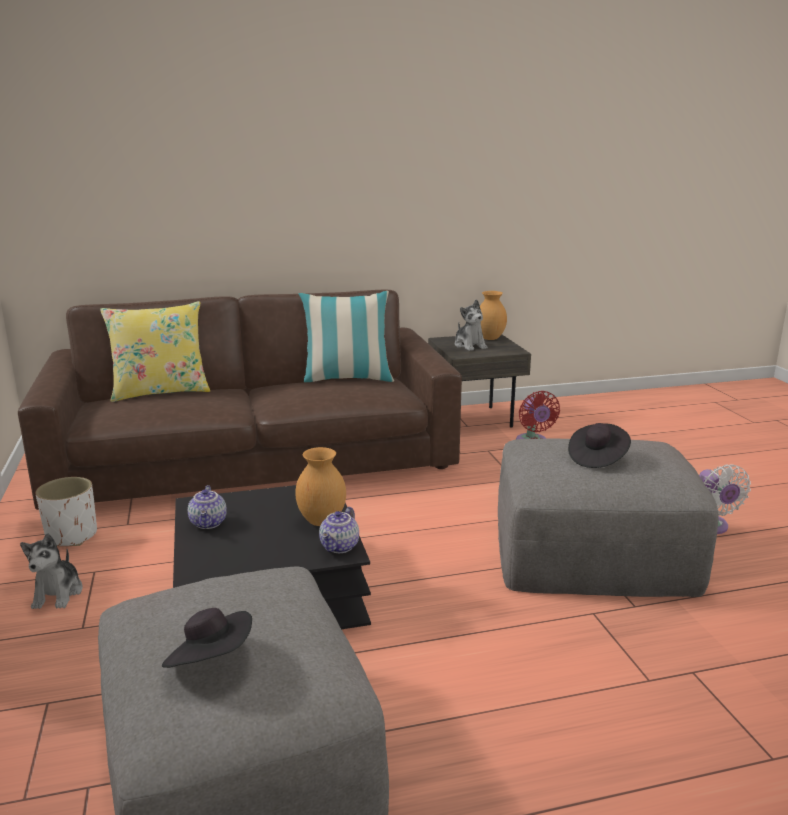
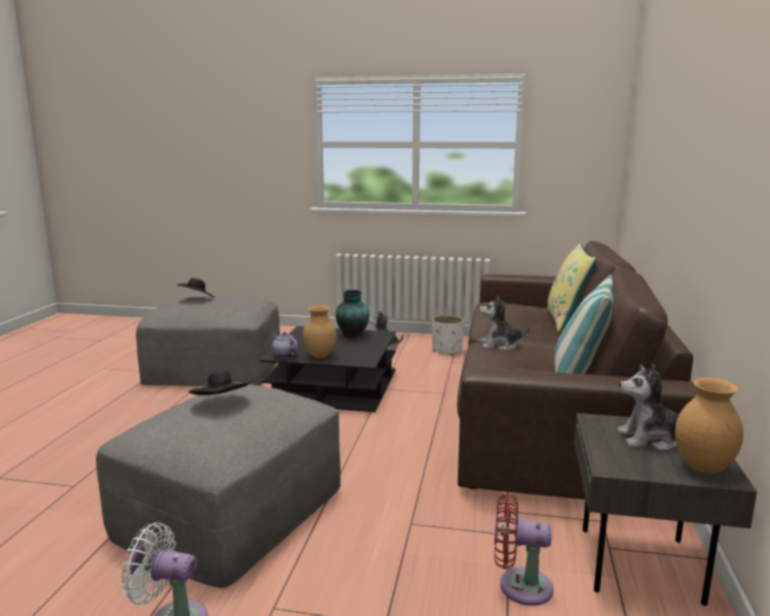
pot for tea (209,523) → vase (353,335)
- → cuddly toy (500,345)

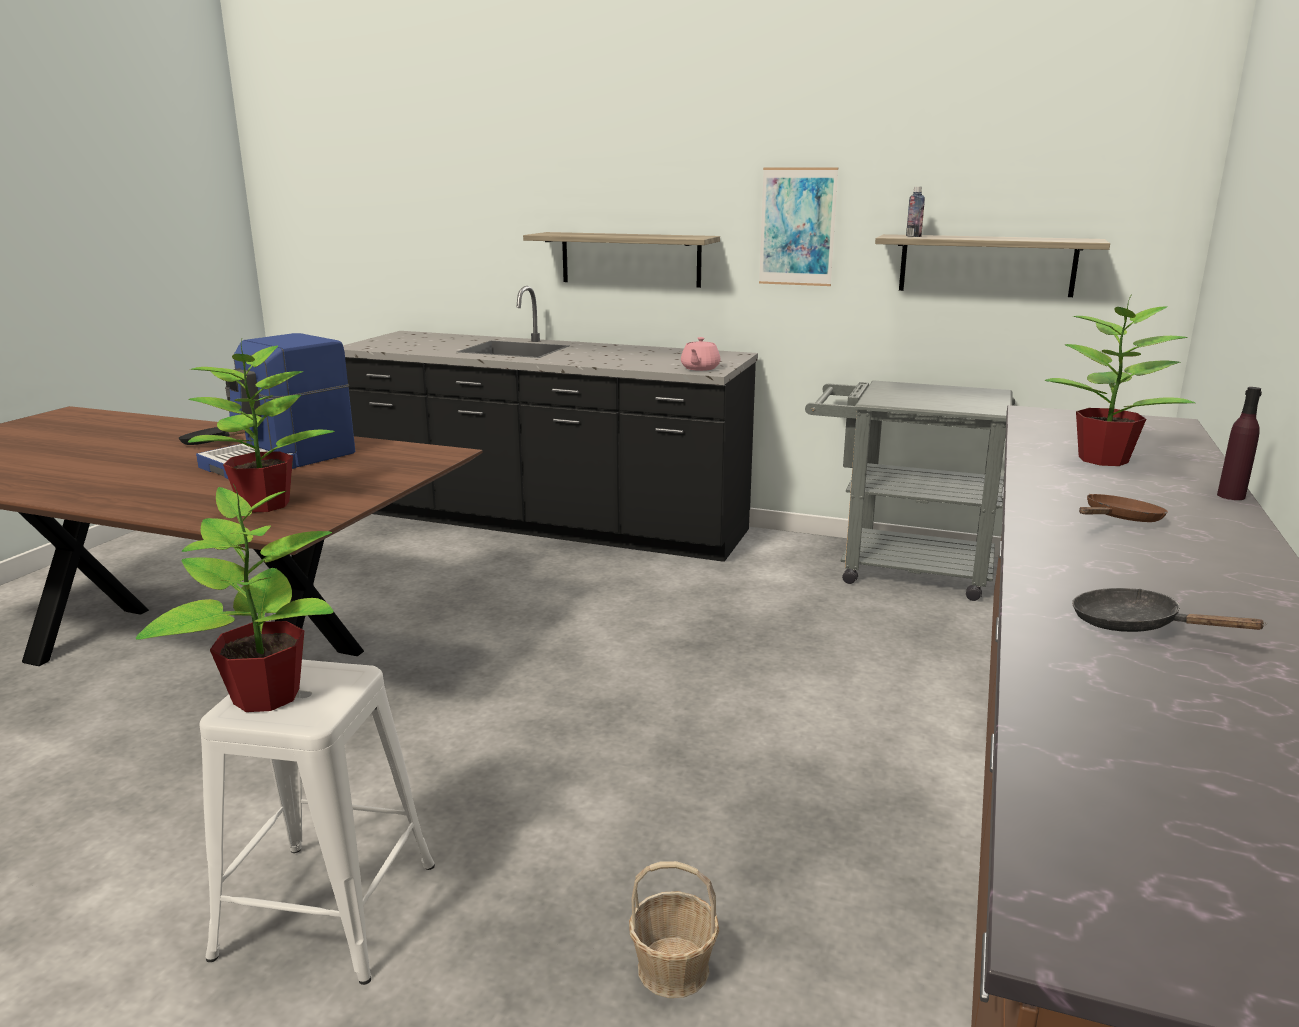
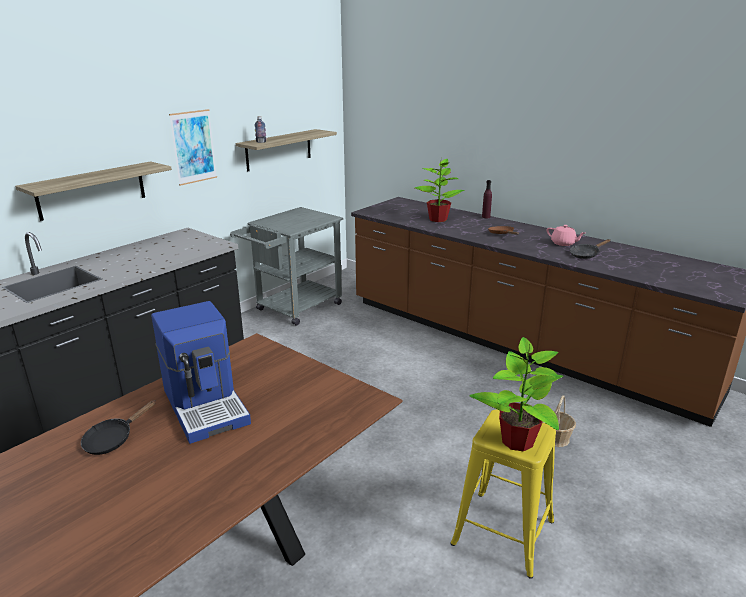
sitting stool (whitish) (327,909) → sitting stool (yellow) (503,532)
pot for tea (pink-coloured) (699,368) → pot for tea (pink-coloured) (563,243), move
houseplant (266,504) → -

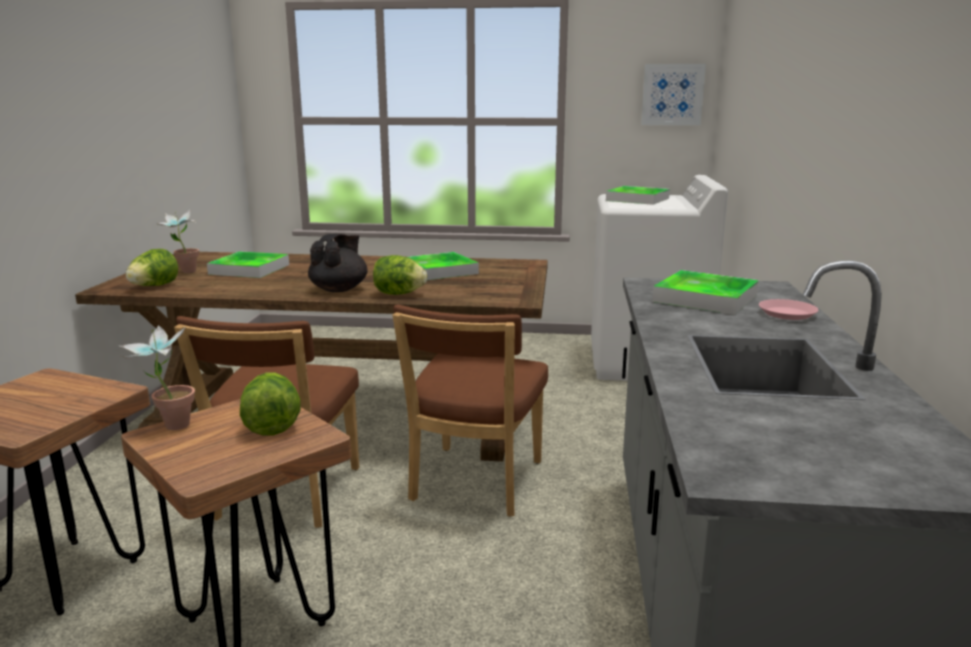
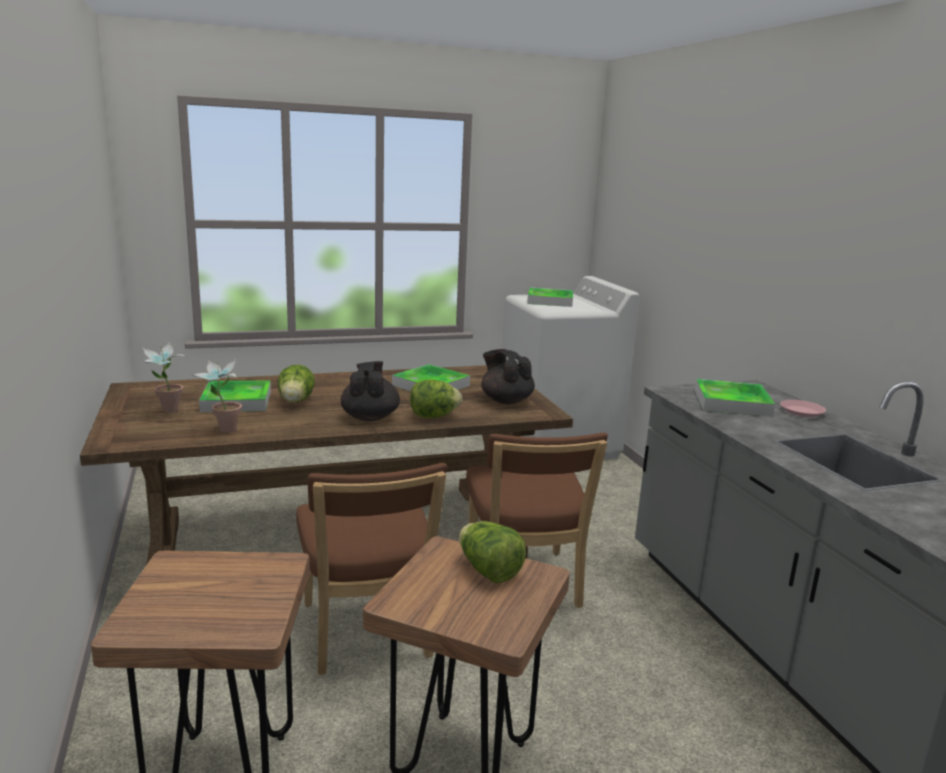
houseplant (168,426) → houseplant (222,431), move
lettuce (154,286) → lettuce (295,402), move
- → pot for tea (black-coloured) (506,401)
picture (672,94) → -

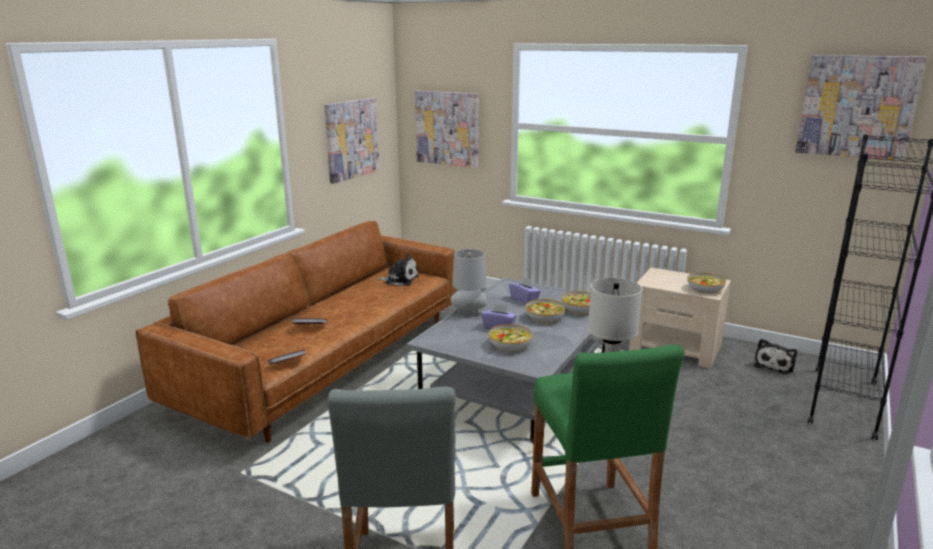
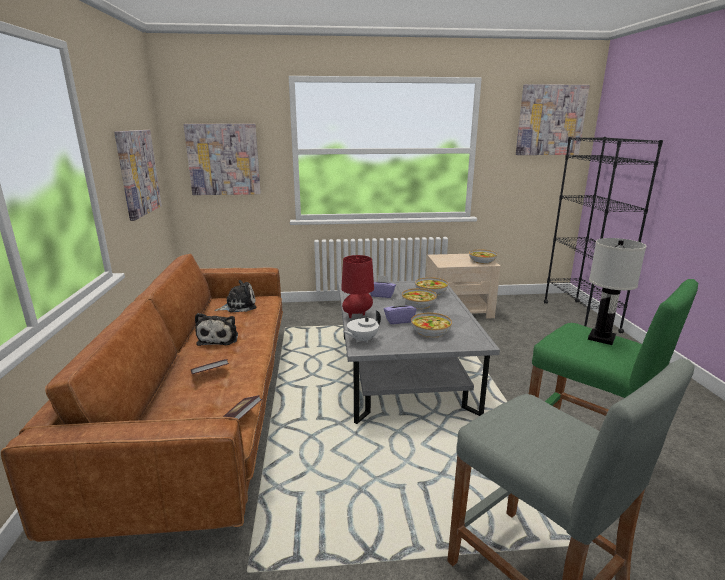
cuddly toy (774,365) → cuddly toy (219,338), move
table lamp (gray) (469,312) → table lamp (red) (357,315)
- → pot for tea (whitish) (362,340)

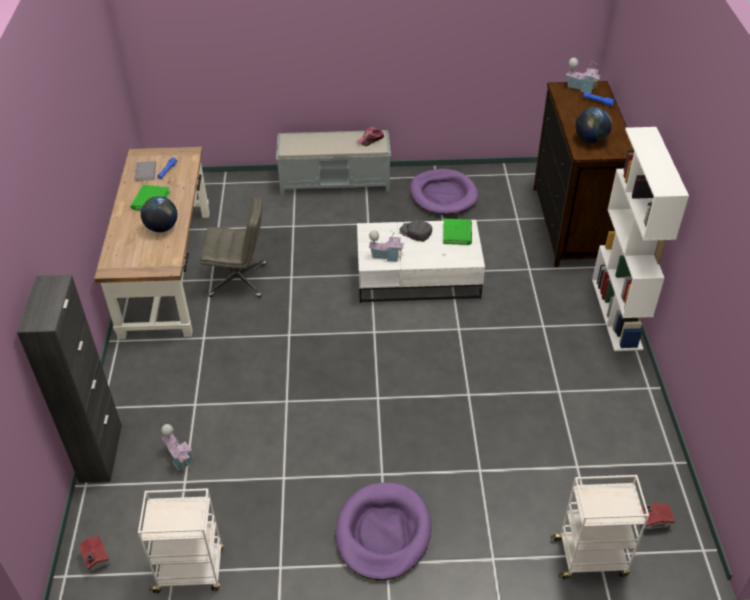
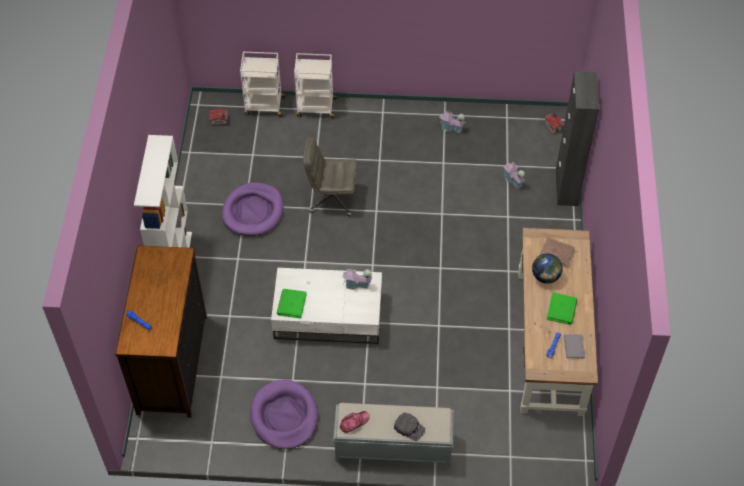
dog cushion (purple-coloured) (383,533) → dog cushion (purple-coloured) (253,211), move
trolley (whitish) (190,570) → trolley (whitish) (315,108), move
office chair (gray) (239,280) → office chair (gray) (332,198), move
baseball cap (black-coloured) (415,232) → baseball cap (black-coloured) (409,428), move
miniature house (581,87) → miniature house (451,127), move
- → volume (brownish) (556,253)
desk globe (591,139) → -

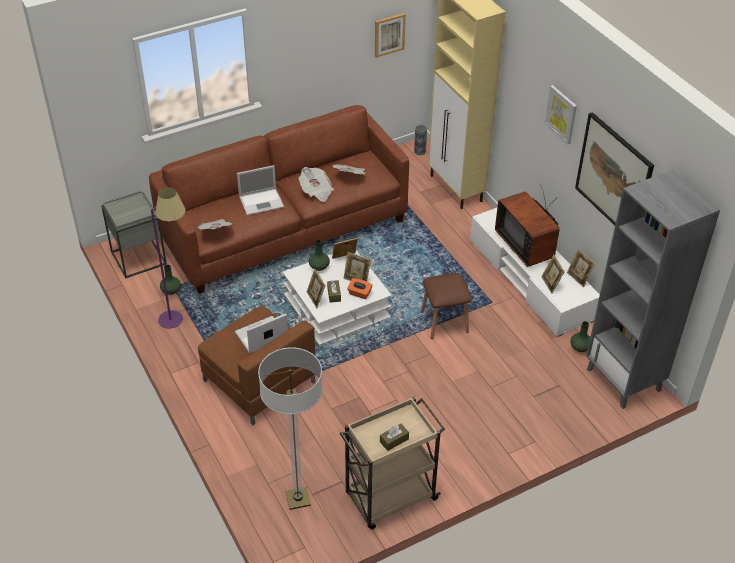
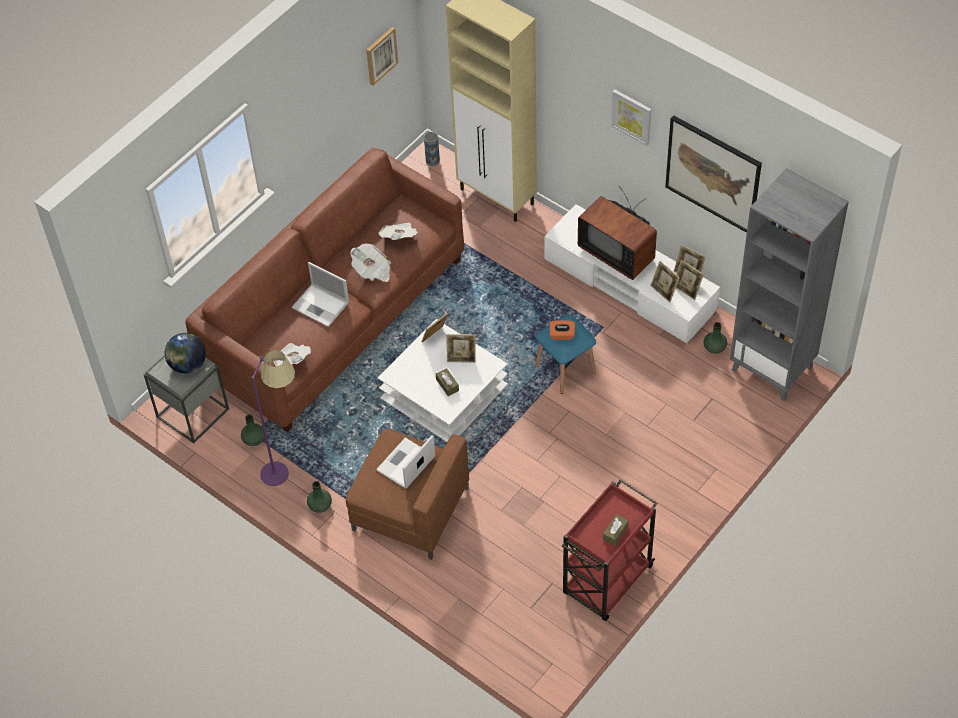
- → desk globe (188,365)
portable computer (262,201) → portable computer (321,305), 75 degrees clockwise
vase (green-coloured) (319,266) → vase (green-coloured) (320,505), move
sitting stool (brownish) (444,322) → sitting stool (bluish) (565,368)
box of tissues (orange) (359,293) → box of tissues (orange) (562,335), move
trolley (beige-coloured) (389,497) → trolley (red) (607,582)
photo frame (316,299) → photo frame (687,289), move
standing lamp (298,499) → -

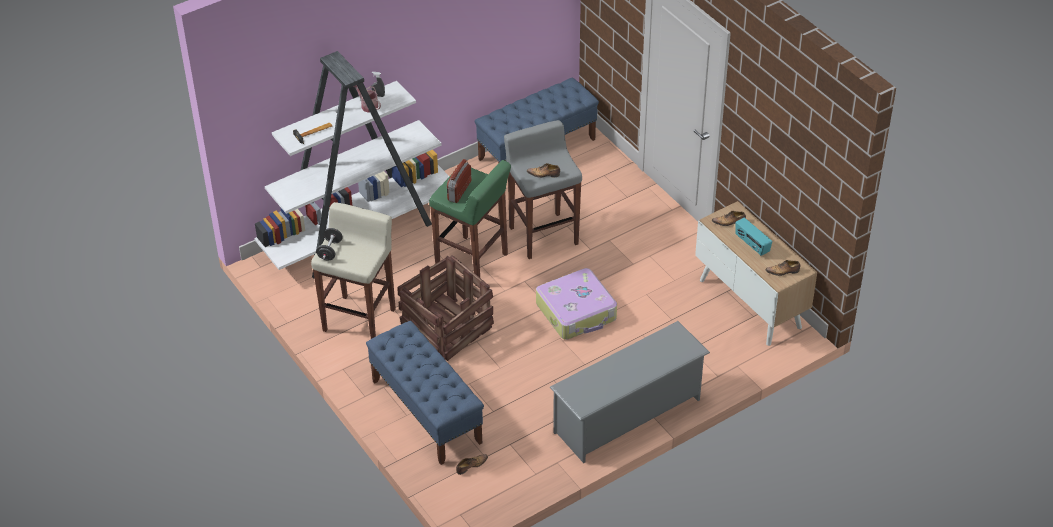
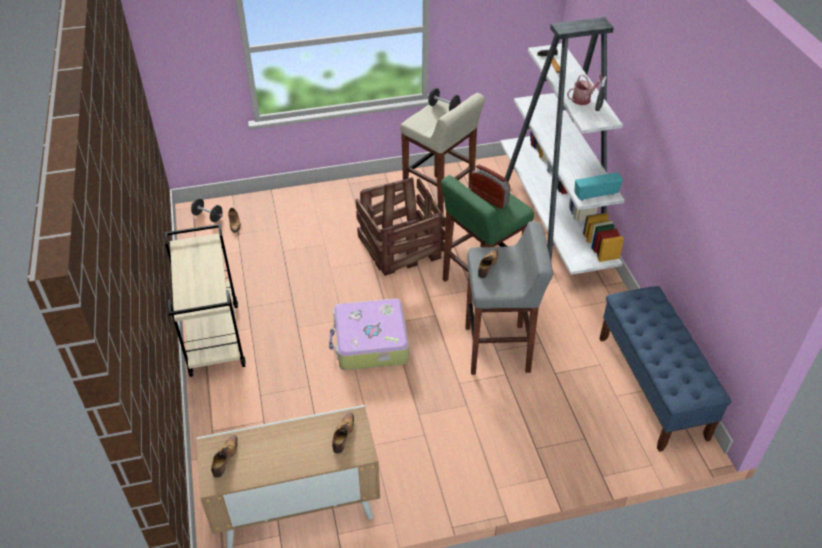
shoe shelf (gray) (628,416) → trolley (beige-coloured) (213,339)
- → hand weight (black-coloured) (208,216)
radio (752,245) → radio (595,195), move
long seat (bluish) (426,411) → -

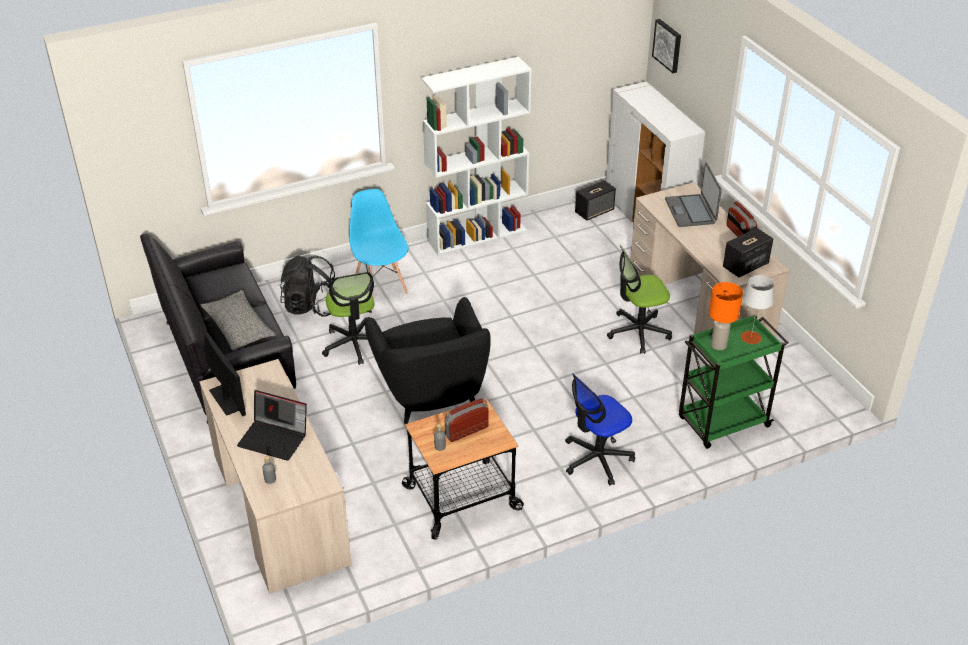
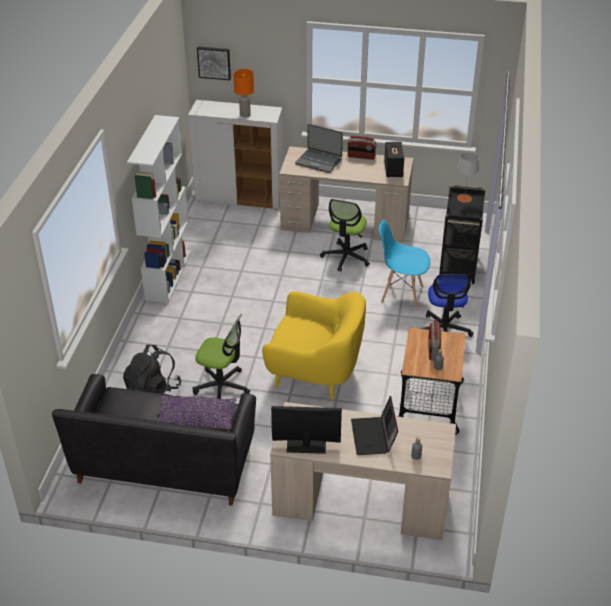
pillow (gray) (238,328) → pillow (purple-coloured) (196,419)
table lamp (orange) (718,345) → table lamp (orange) (244,115), move
armchair (black-coloured) (431,394) → armchair (yellow) (315,373)
portable computer (275,438) → portable computer (374,437), 120 degrees clockwise
upright chair (bluish) (381,285) → upright chair (bluish) (401,294), move
trolley (green-coloured) (722,423) → trolley (black-coloured) (458,267)
audio speaker (594,211) → -

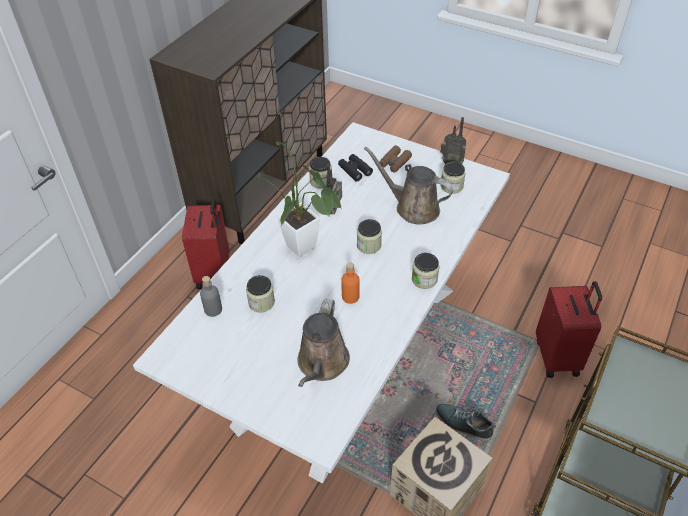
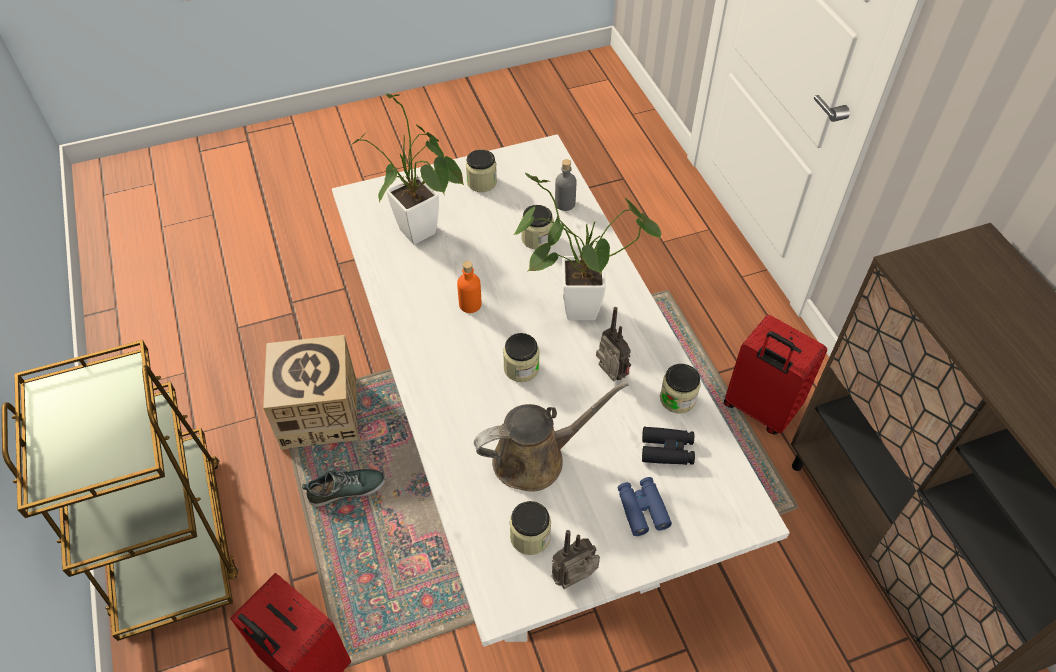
watering pot (brownish) (322,364) → houseplant (422,237)
jar (424,279) → jar (481,182), move
binoculars (brownish) (394,162) → binoculars (bluish) (642,509)

